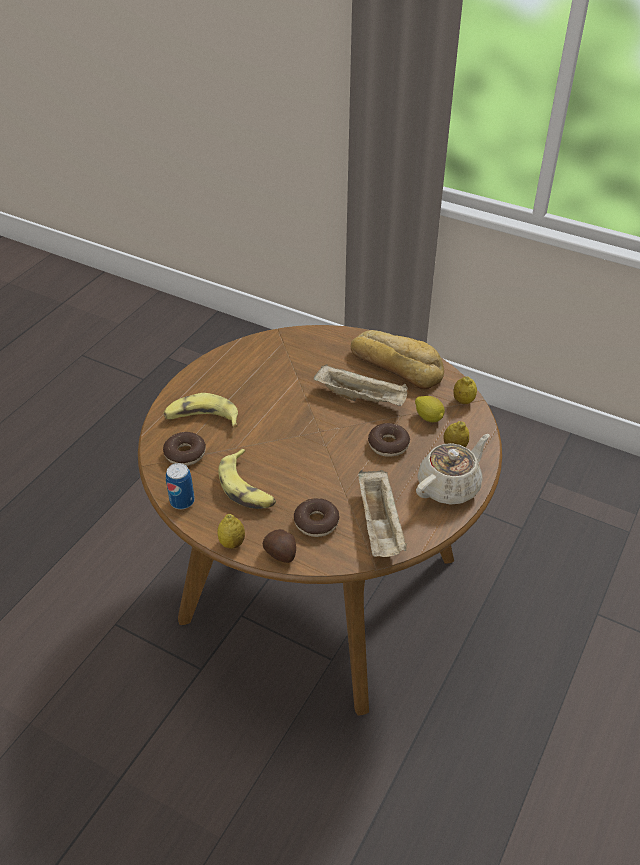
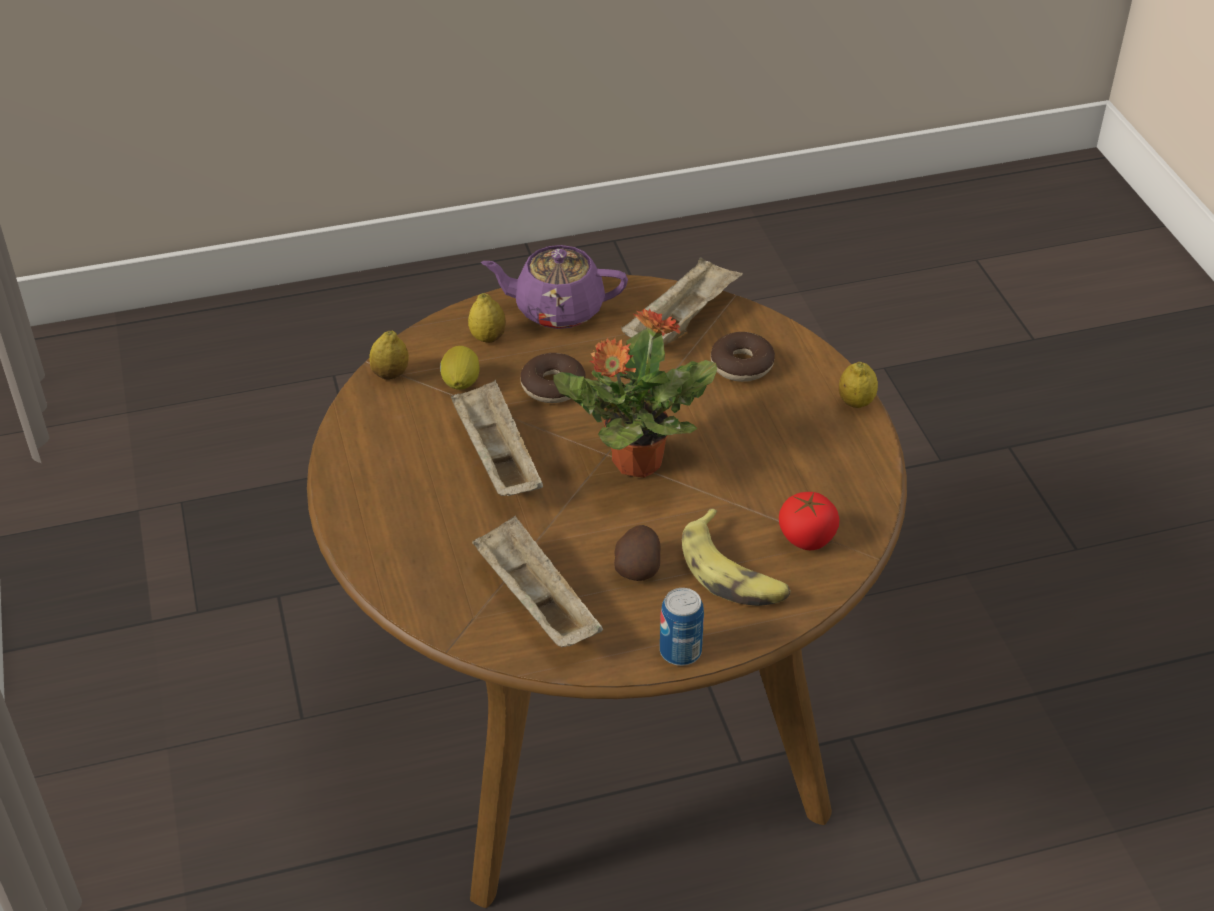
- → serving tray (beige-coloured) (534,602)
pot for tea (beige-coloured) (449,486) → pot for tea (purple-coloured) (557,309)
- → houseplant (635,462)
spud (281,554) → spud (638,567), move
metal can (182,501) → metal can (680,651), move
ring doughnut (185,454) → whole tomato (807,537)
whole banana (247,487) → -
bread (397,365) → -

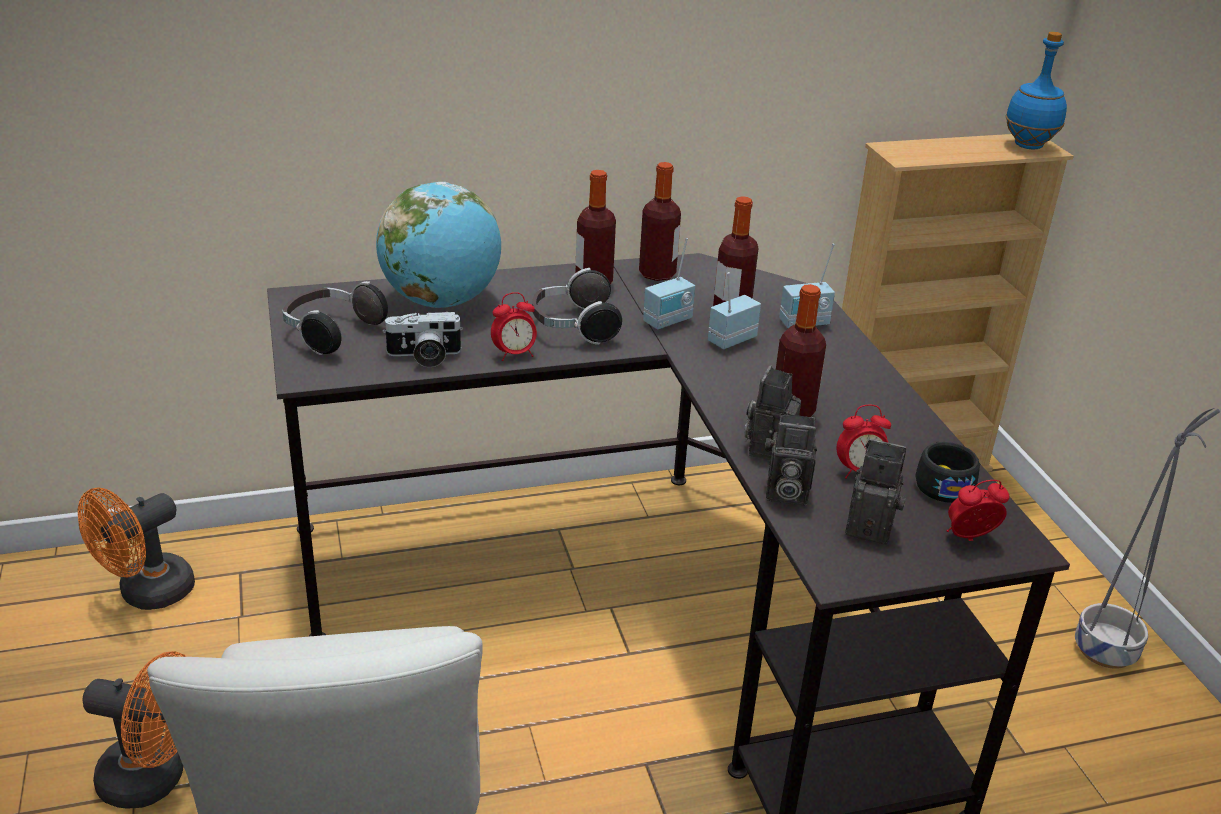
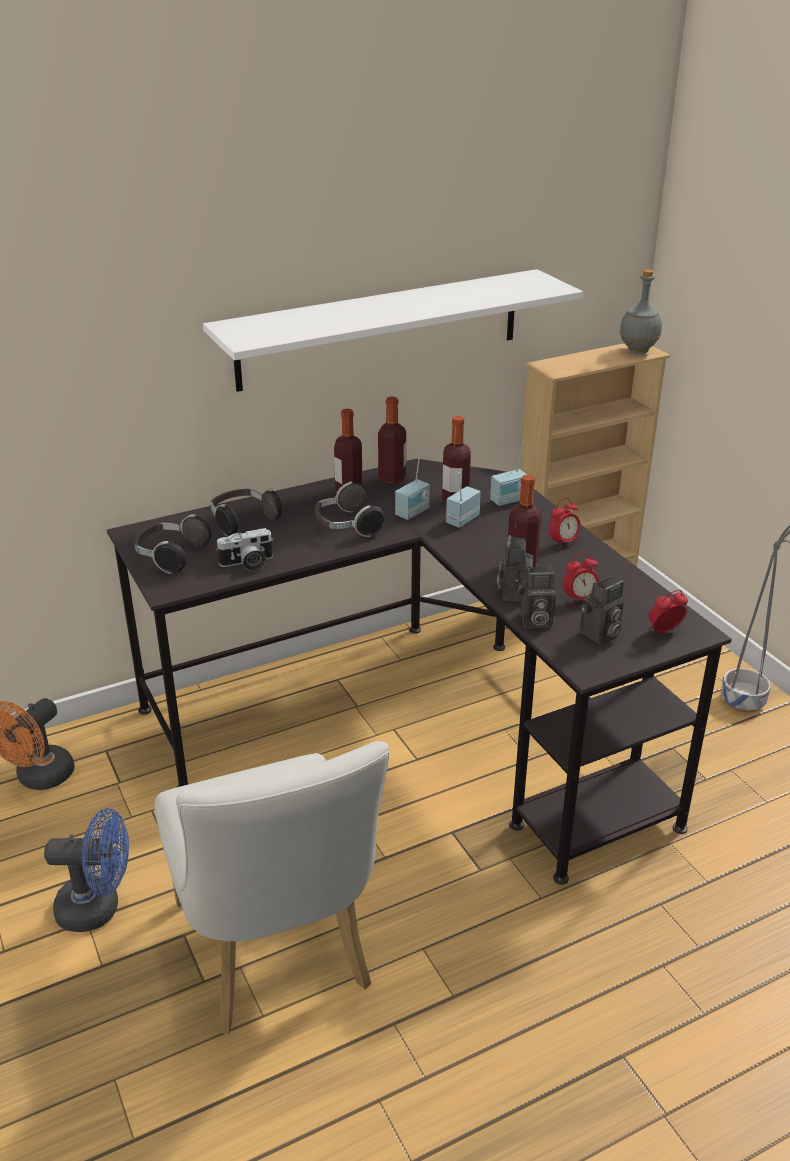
electric fan (orange) (155,779) → electric fan (bluish) (98,908)
- → bracket shelf (whitish) (381,329)
desk globe (441,302) → headset (243,521)
table clock (514,354) → table clock (563,542), move
still camera (872,527) → still camera (599,635), 135 degrees clockwise
drink bottle (bluish) (1027,145) → drink bottle (gray) (637,351)
cup (black-coloured) (941,483) → -

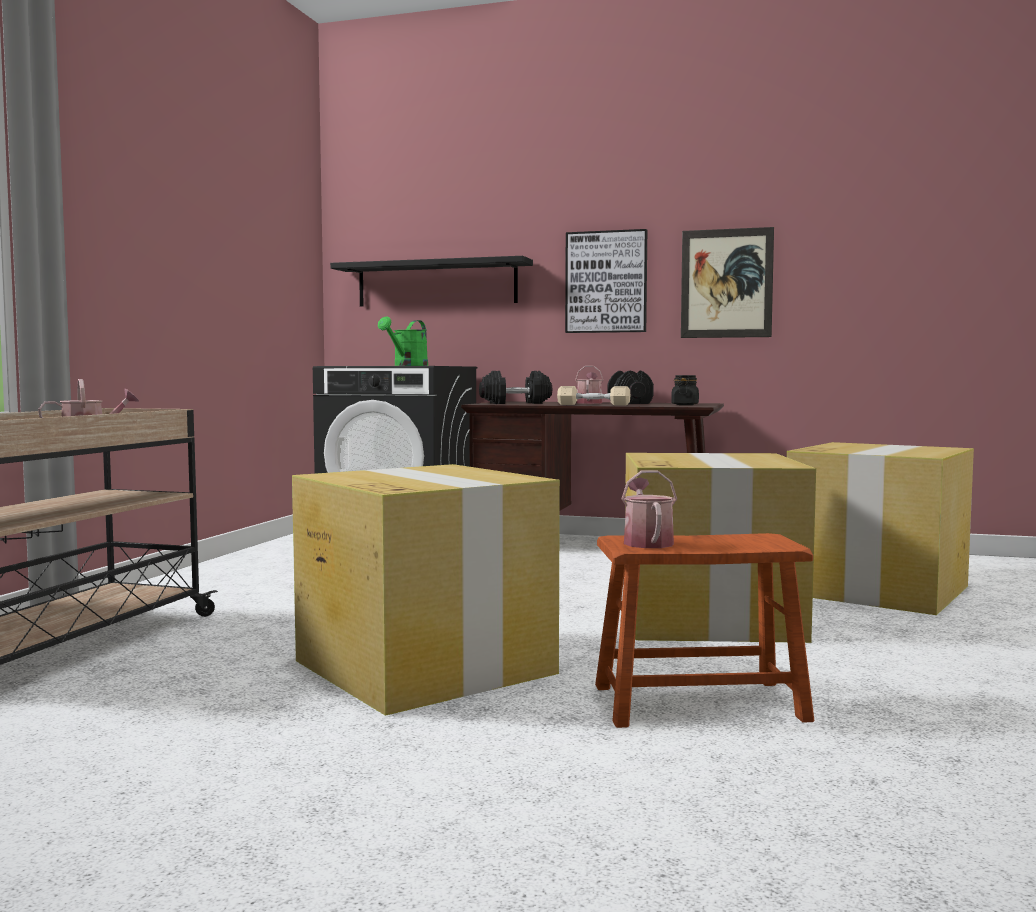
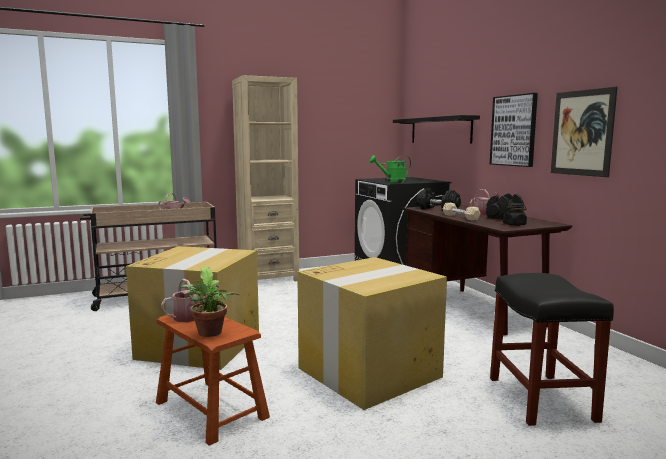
- → houseplant (210,334)
- → shelving unit (beige-coloured) (268,278)
carton (877,589) → sitting stool (black-coloured) (542,399)

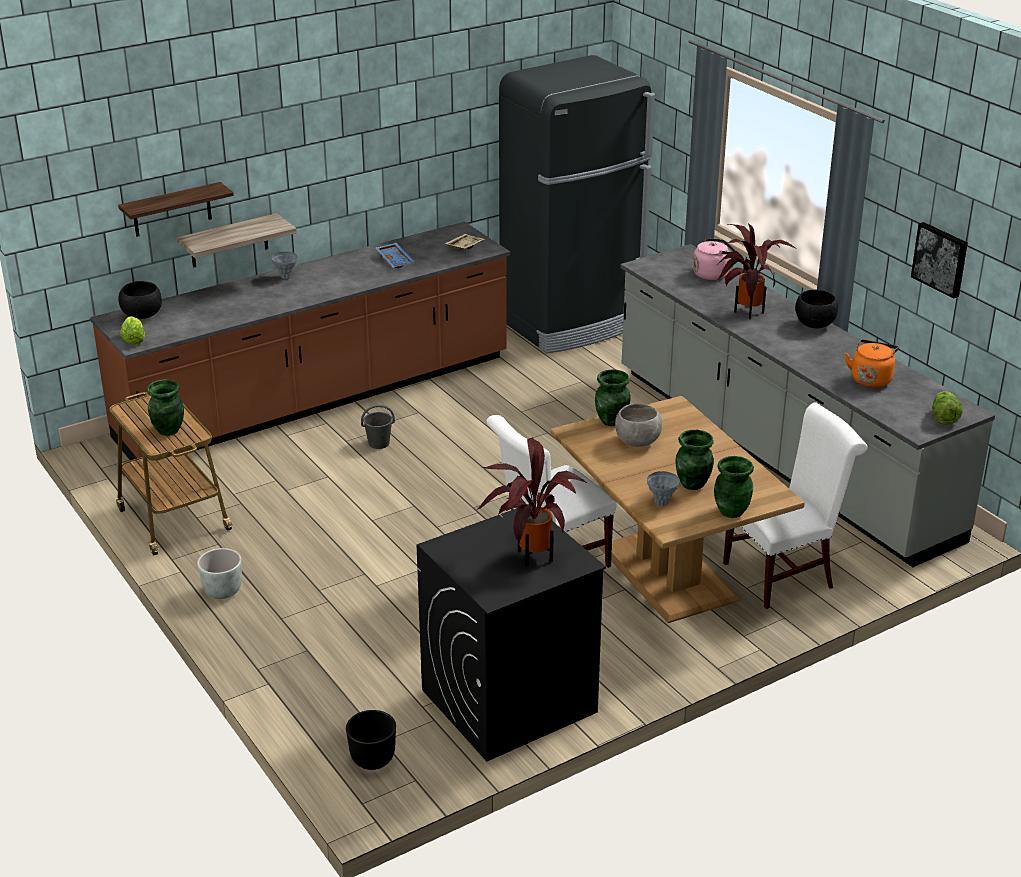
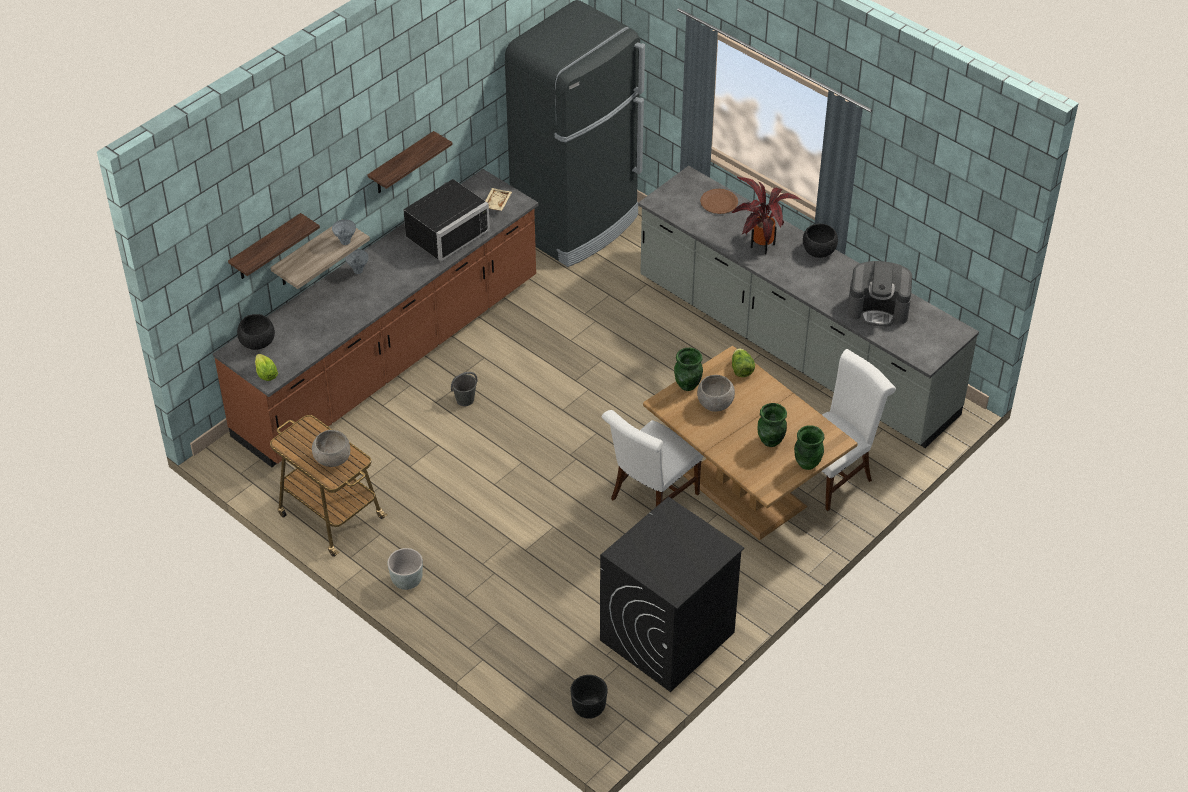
vase (green-coloured) (168,430) → bowl (gray) (332,460)
vase (gray) (662,503) → vase (gray) (345,242), move
- → bracket shelf (401,164)
serving tray (bluish) (395,260) → kitchen microwave (black-coloured) (444,232)
water kettle (pink-coloured) (712,274) → dinner plate (brownish) (719,202)
lettuce (943,418) → lettuce (741,369), move
water kettle (orange) (871,379) → coffee brewer (878,308)
houseplant (530,555) → -
picture (941,259) → -

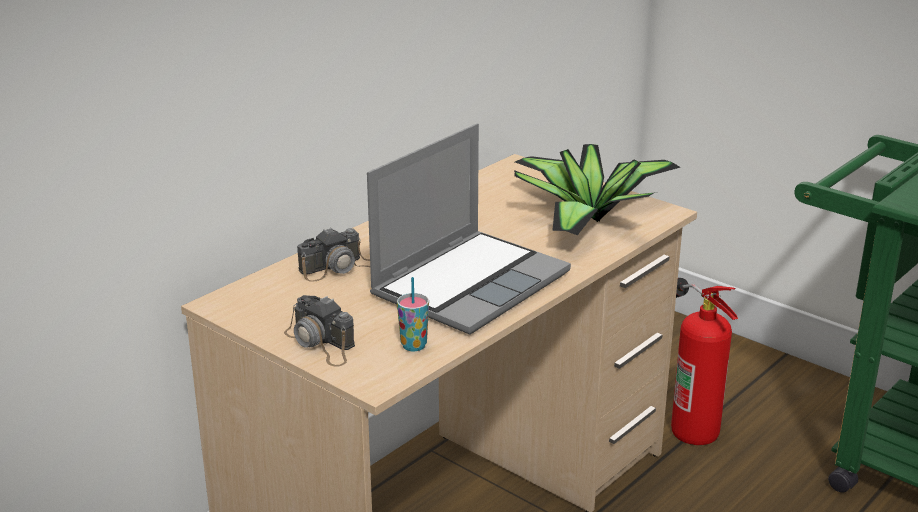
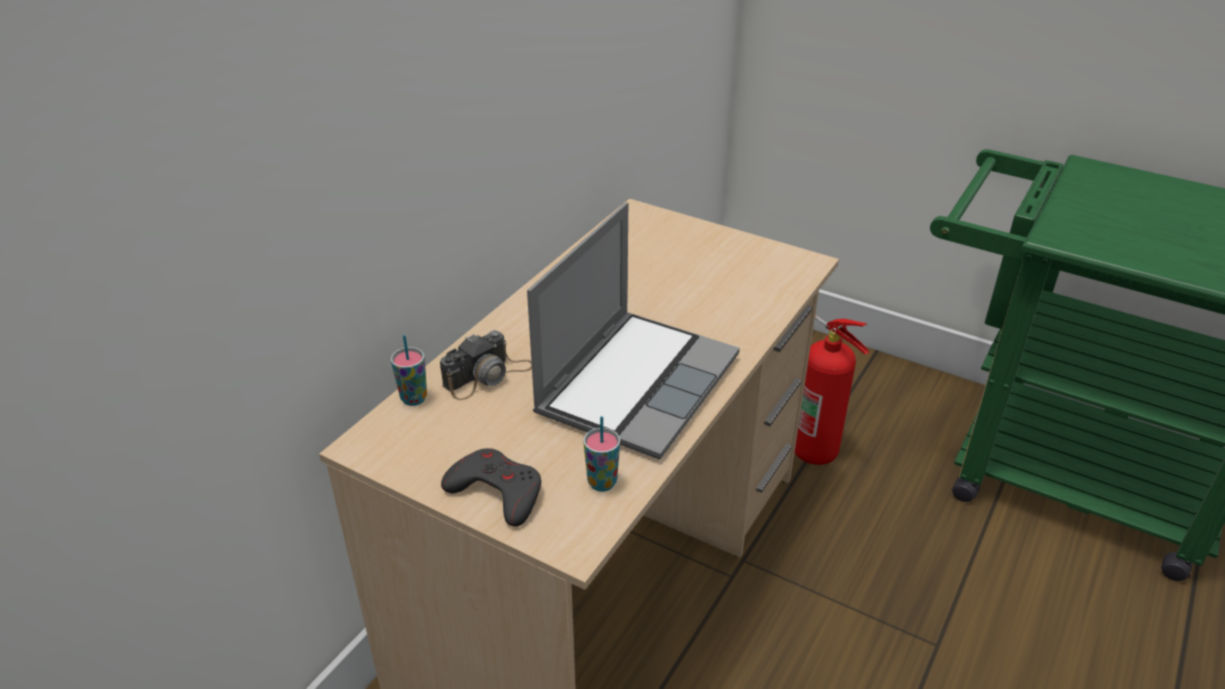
- → cup (414,399)
still camera (321,343) → game controller (gray) (496,492)
houseplant (587,217) → -

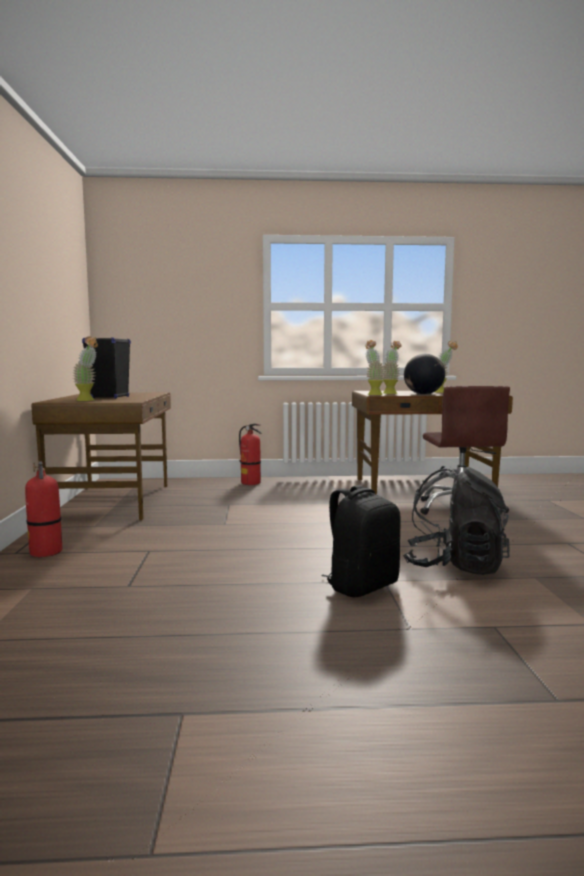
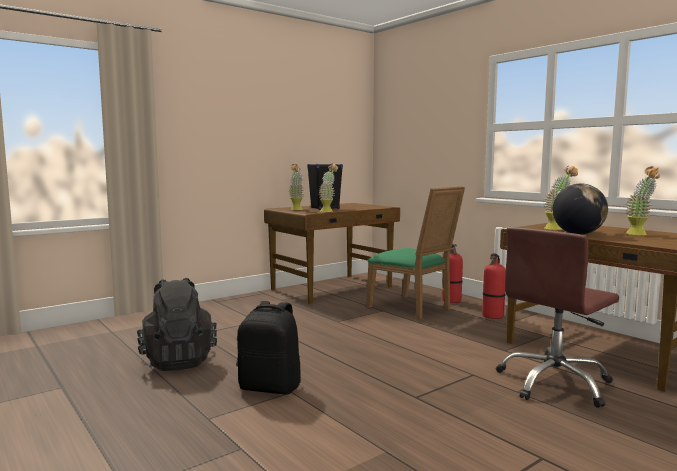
rucksack (black-coloured) (454,566) → rucksack (black-coloured) (178,361), move
houseplant (373,394) → houseplant (328,211), move
- → upright chair (green-coloured) (413,308)
fire-fighting cylinder (46,552) → fire-fighting cylinder (493,316), move

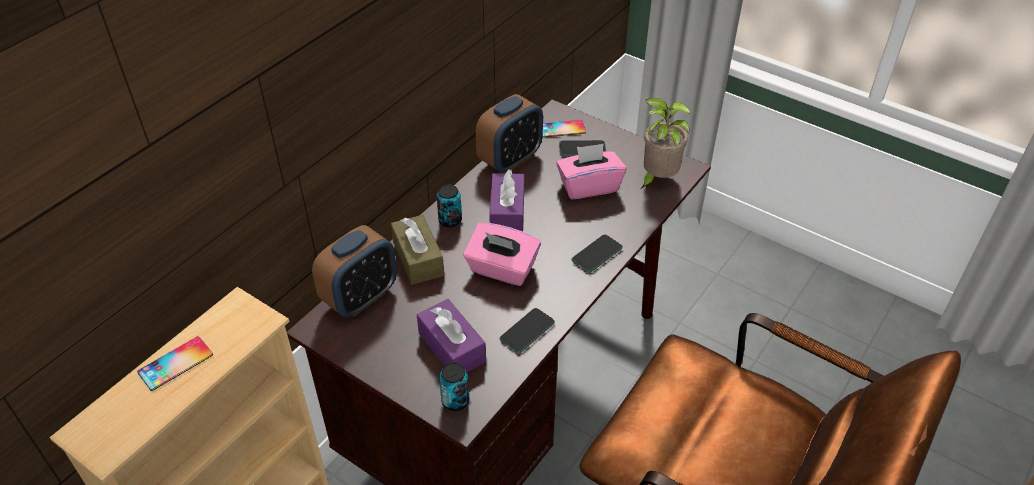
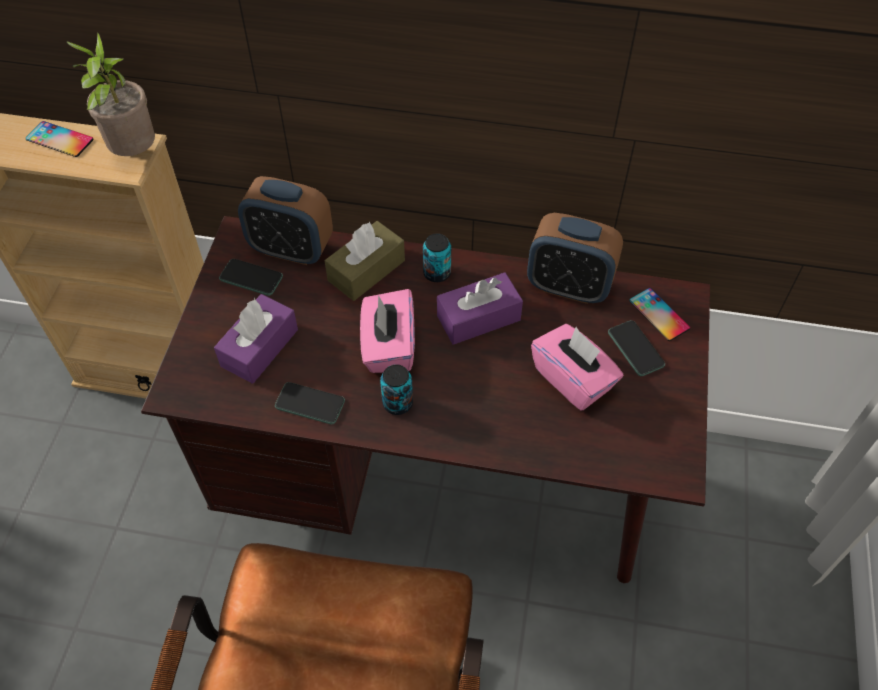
houseplant (657,179) → houseplant (133,154), move
handset (597,254) → handset (251,278), move
metal can (455,401) → metal can (397,403), move

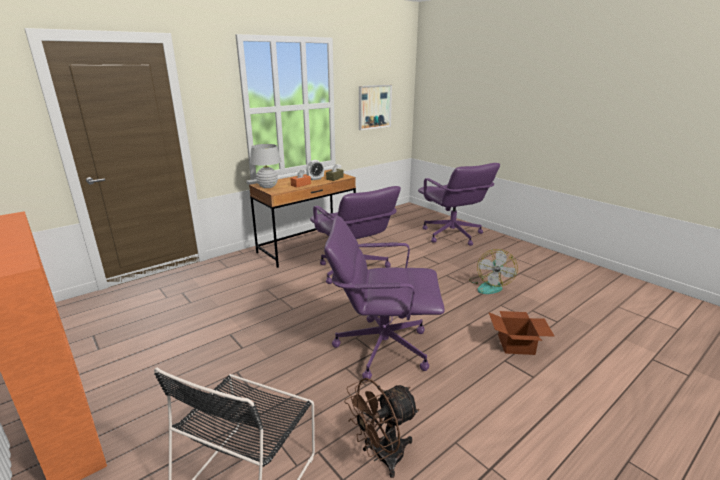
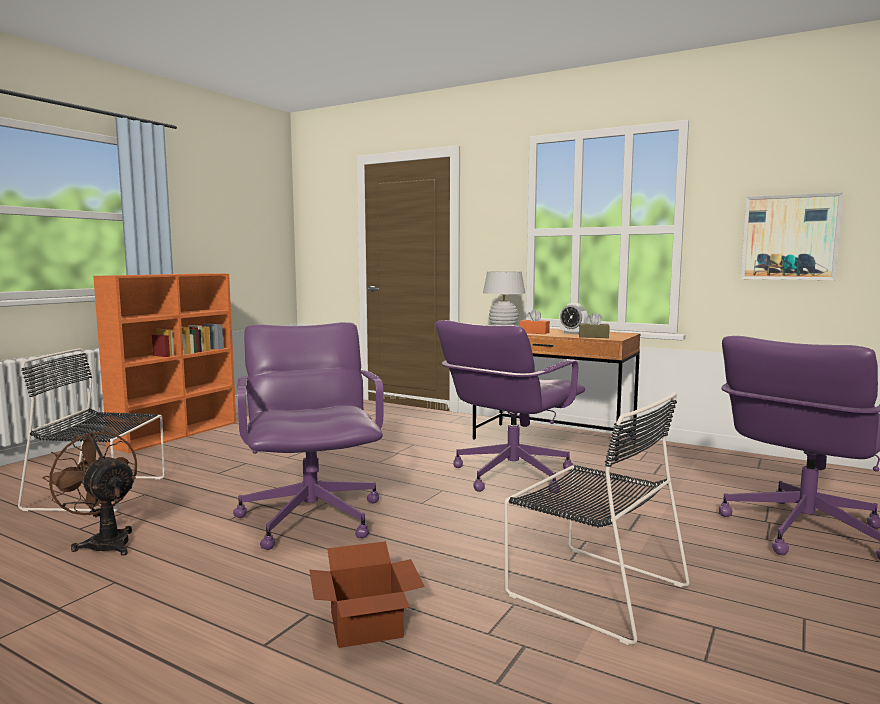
electric fan (490,286) → upright chair (black-coloured) (591,588)

